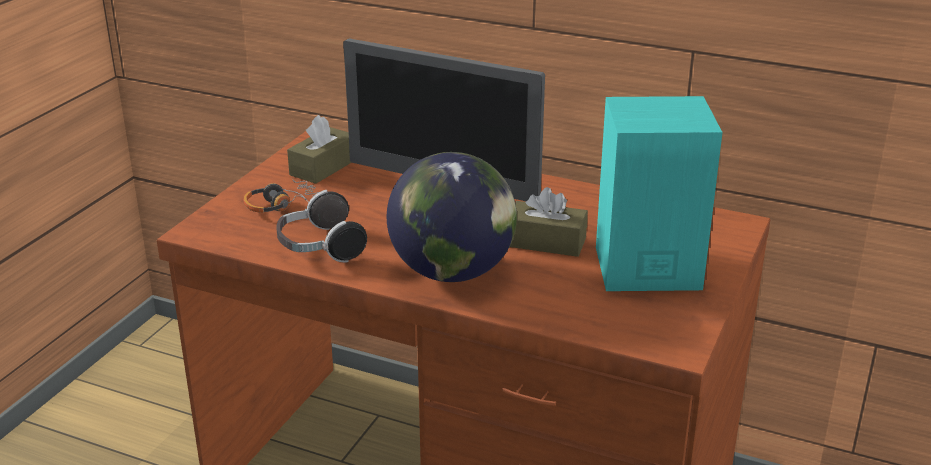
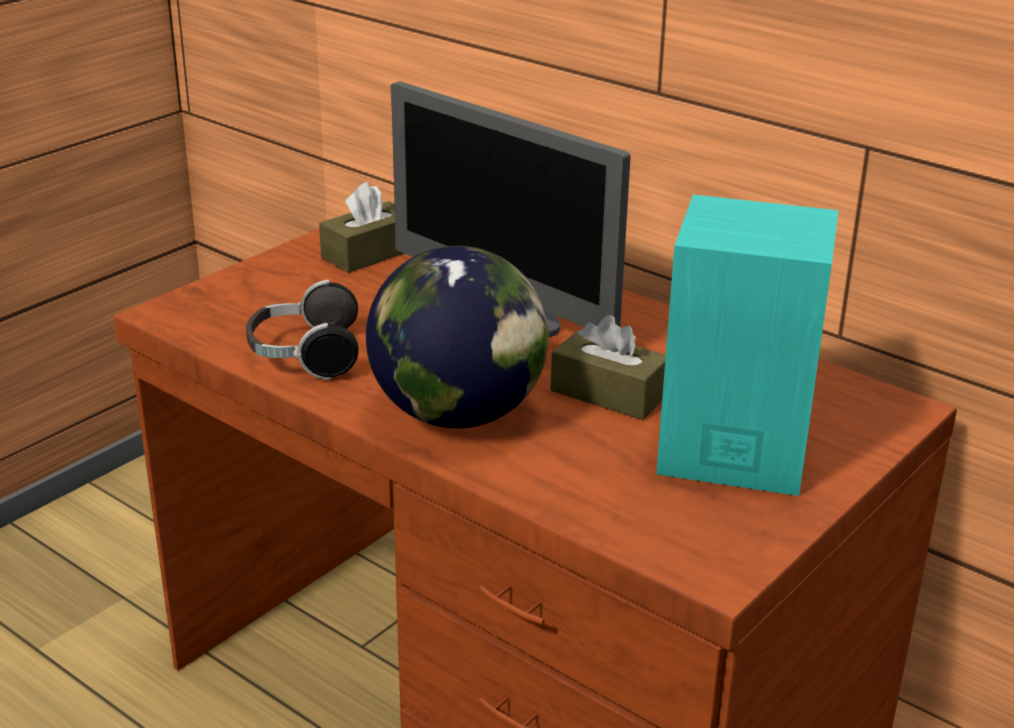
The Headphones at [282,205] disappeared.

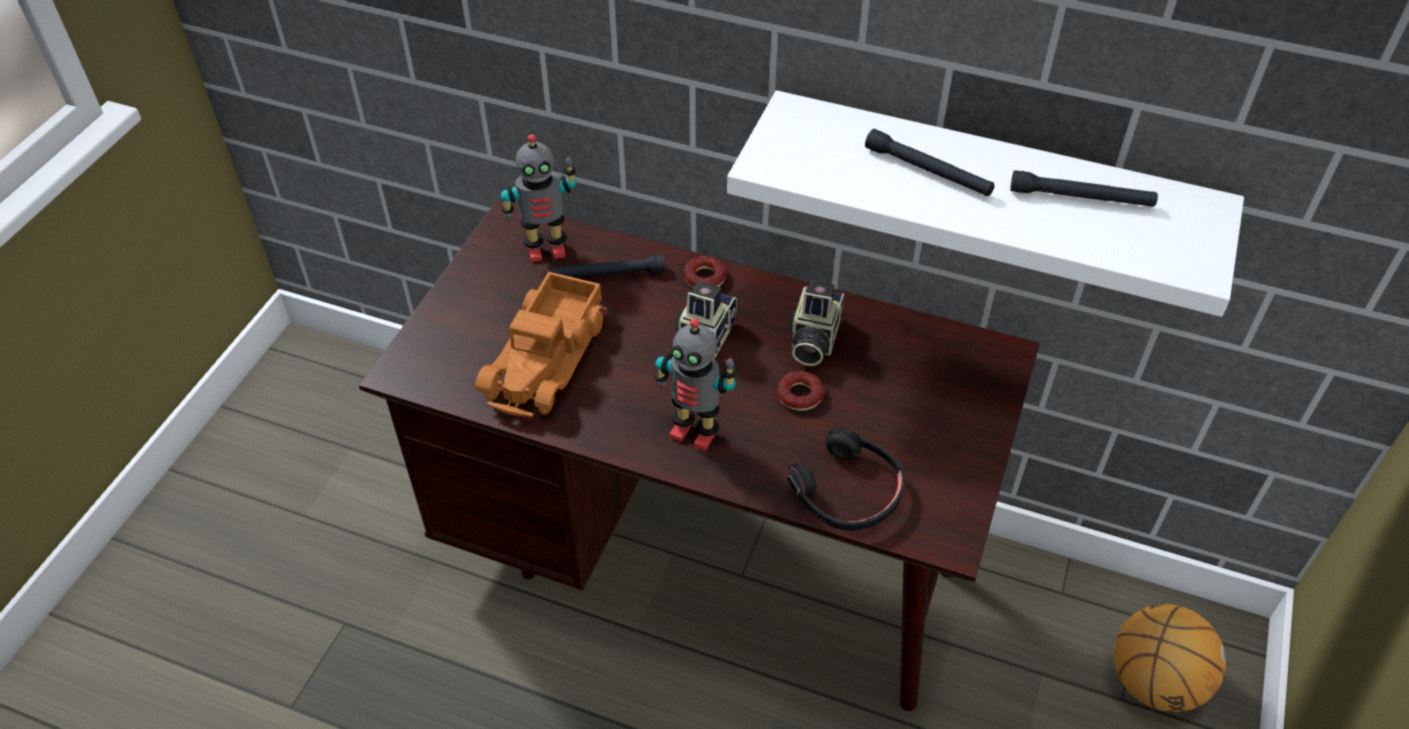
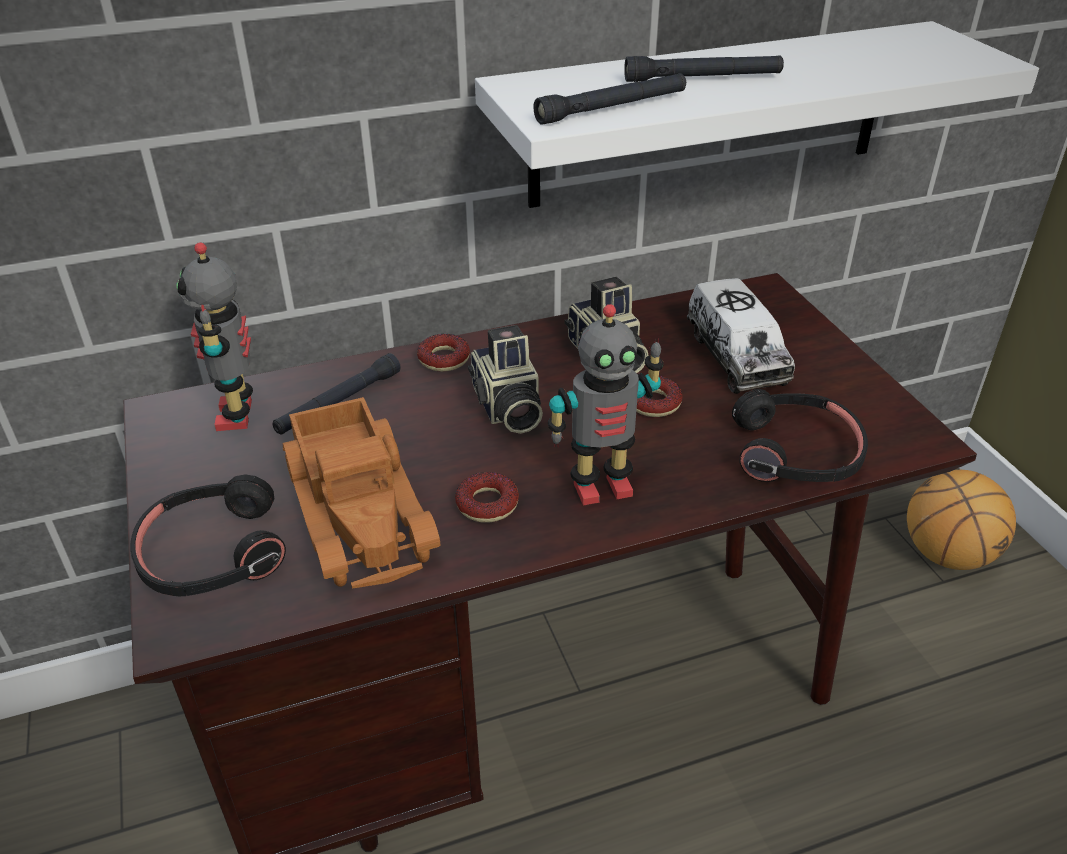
The BlackHeadphones at [212,553] appeared.
The Donut at [487,504] appeared.
The ToyTruck at [736,356] appeared.
The BlackFlashlight moved from [1081,198] to [612,108].
The ToyRobot at [546,249] turned 135 degrees clockwise.

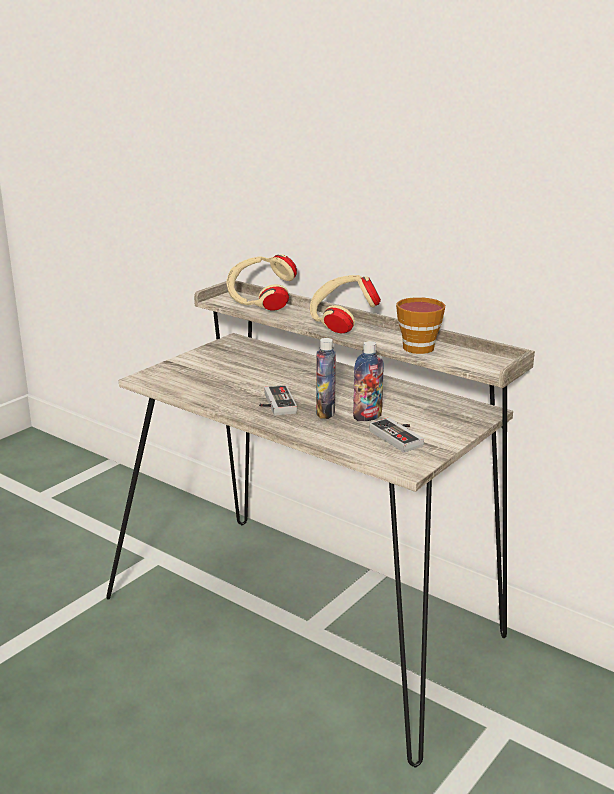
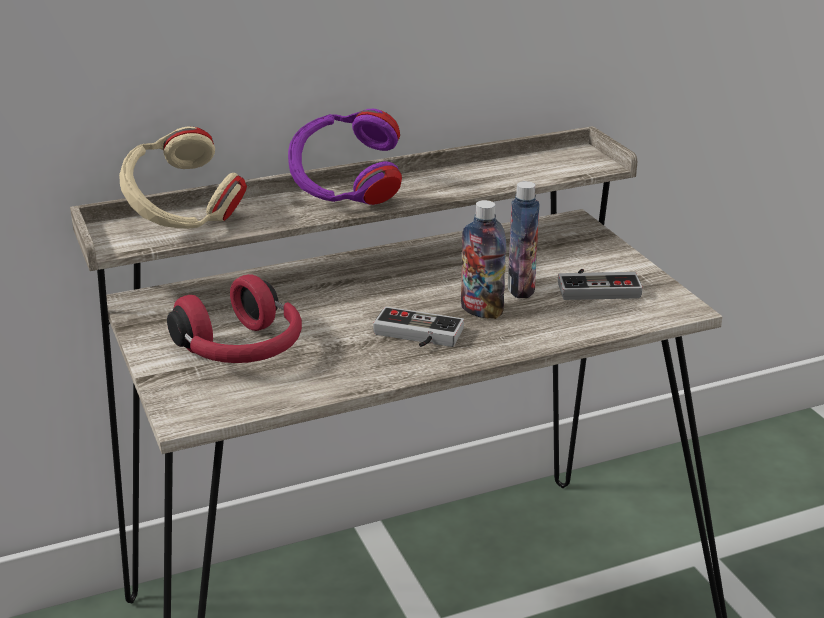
The Cup at [419,346] disappeared.
The RedHeadphones at [242,351] appeared.
The BeigeHeadphones at [341,324] became the PurpleHeadphones at [345,194].

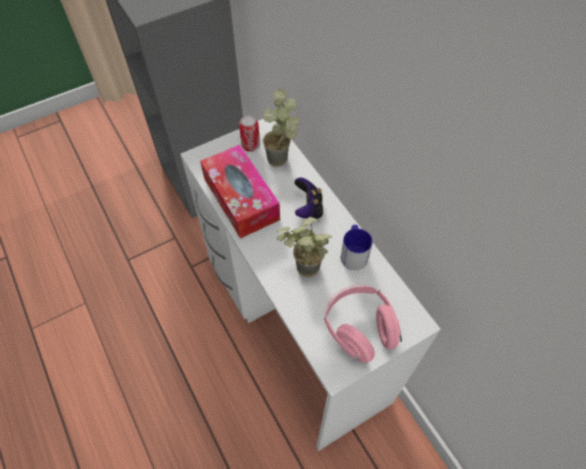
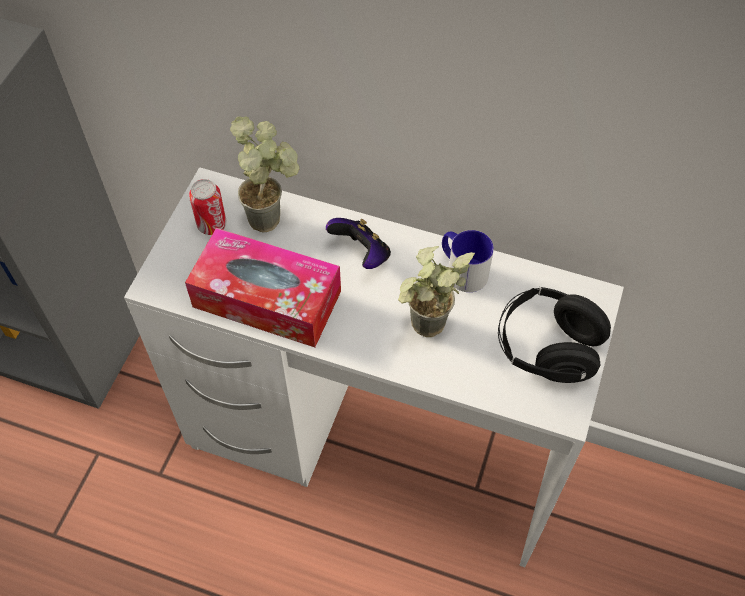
The PinkHeadphones at [360,329] became the BlackHeadphones at [547,348].

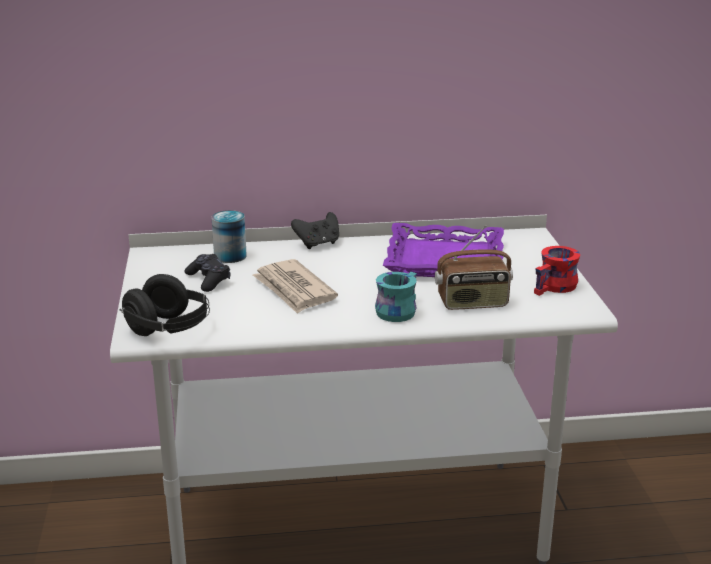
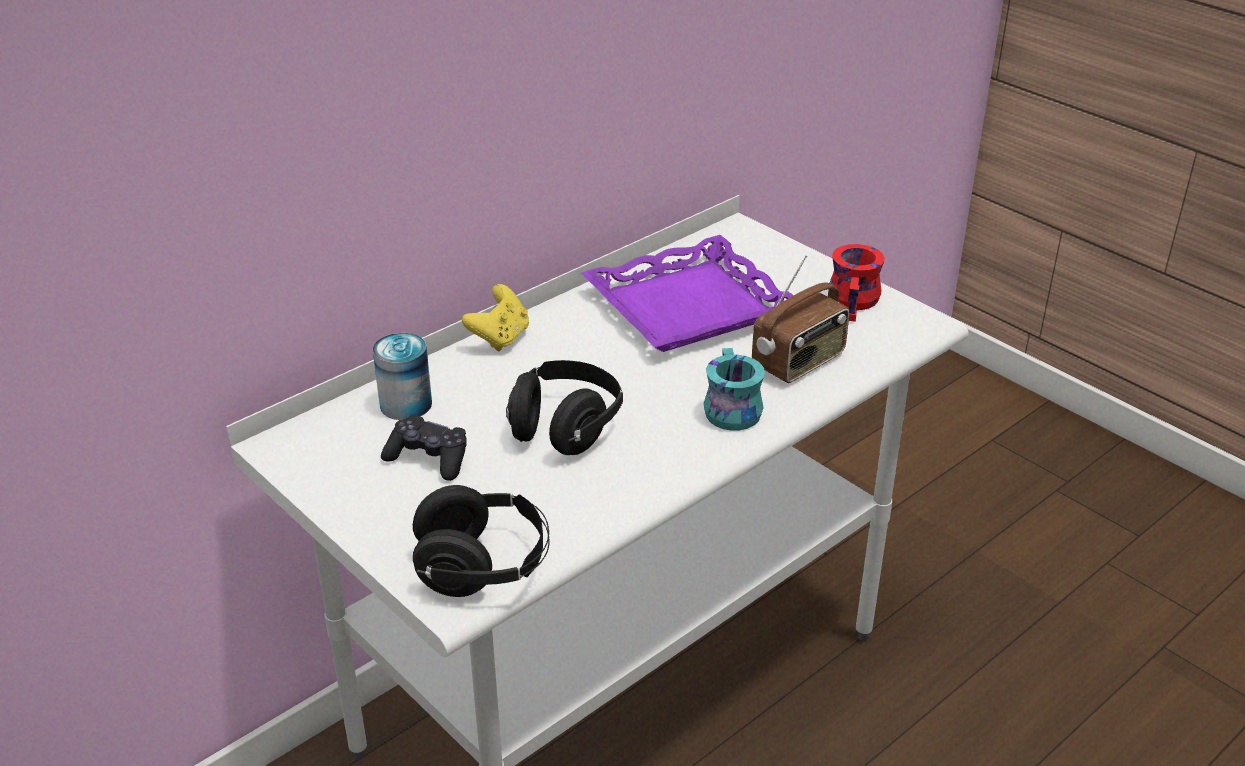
The Newspaper at [294,290] was replaced by the BlackHeadphones at [565,428].
The BlackGameController at [318,244] became the YellowGameController at [500,338].

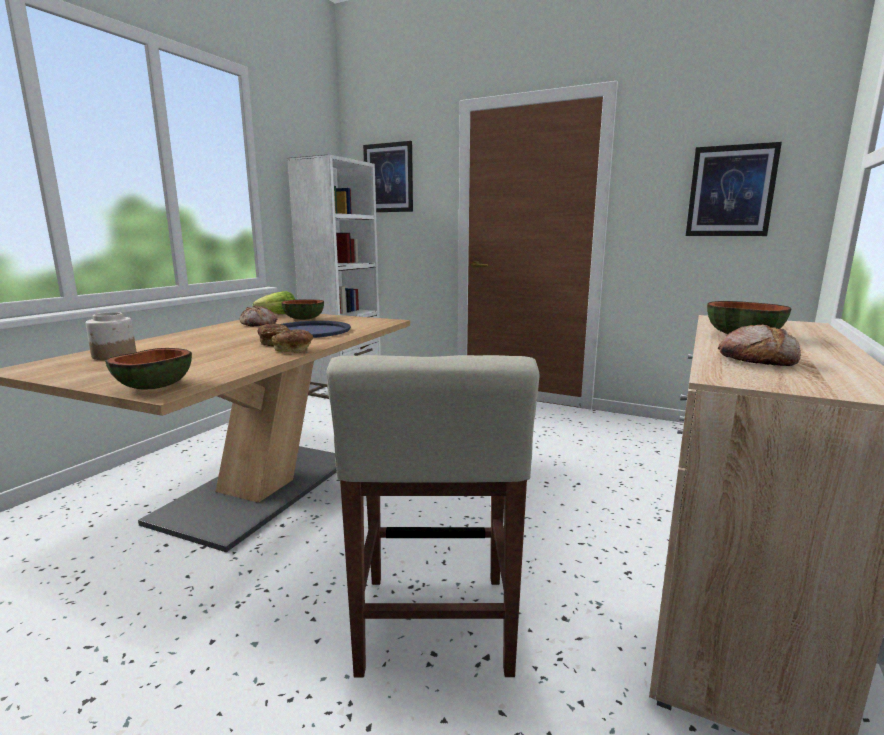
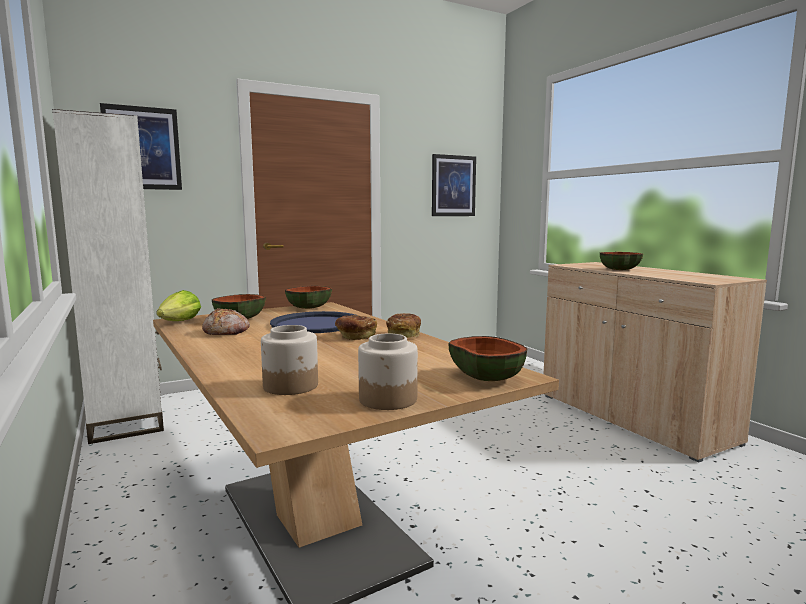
The BeigeStool at [434,625] disappeared.
The Bread at [756,360] disappeared.
The Bowl at [309,308] appeared.
The Jar at [388,399] appeared.

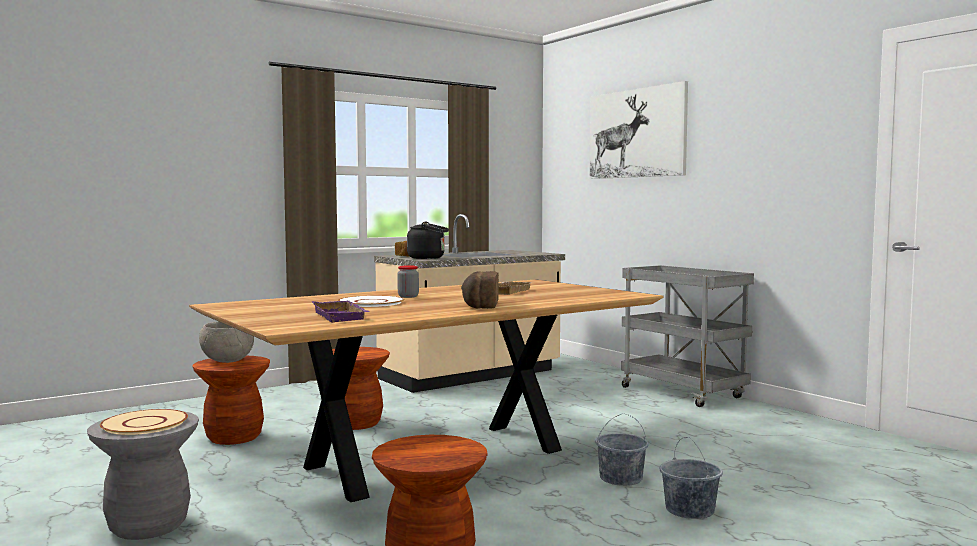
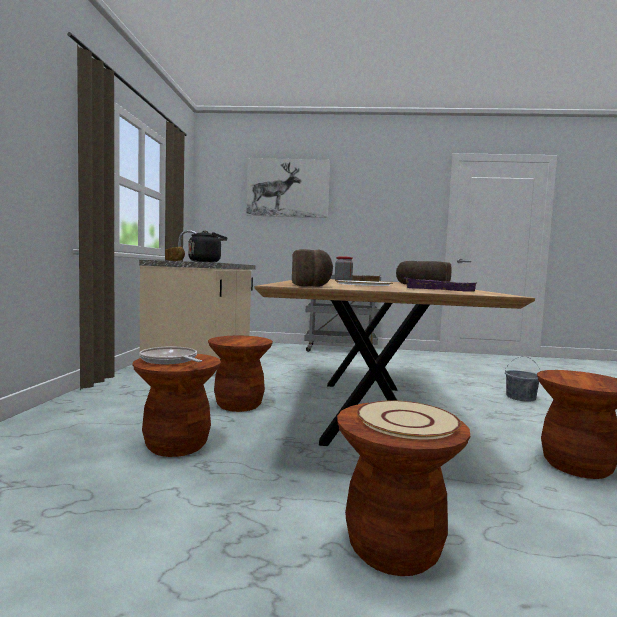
The GreyBucket at [621,478] disappeared.
The Bread at [312,286] appeared.
The GreyBowl at [227,361] was replaced by the FryingPan at [170,360].
The GreyStool at [148,526] became the BrownStool at [393,548].

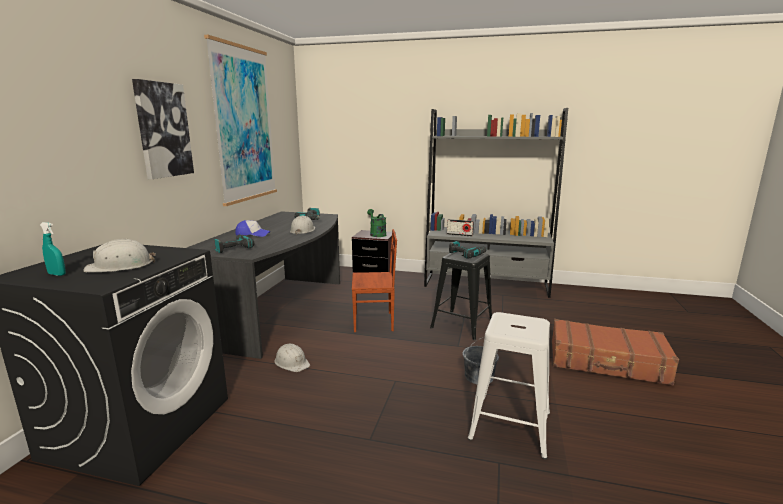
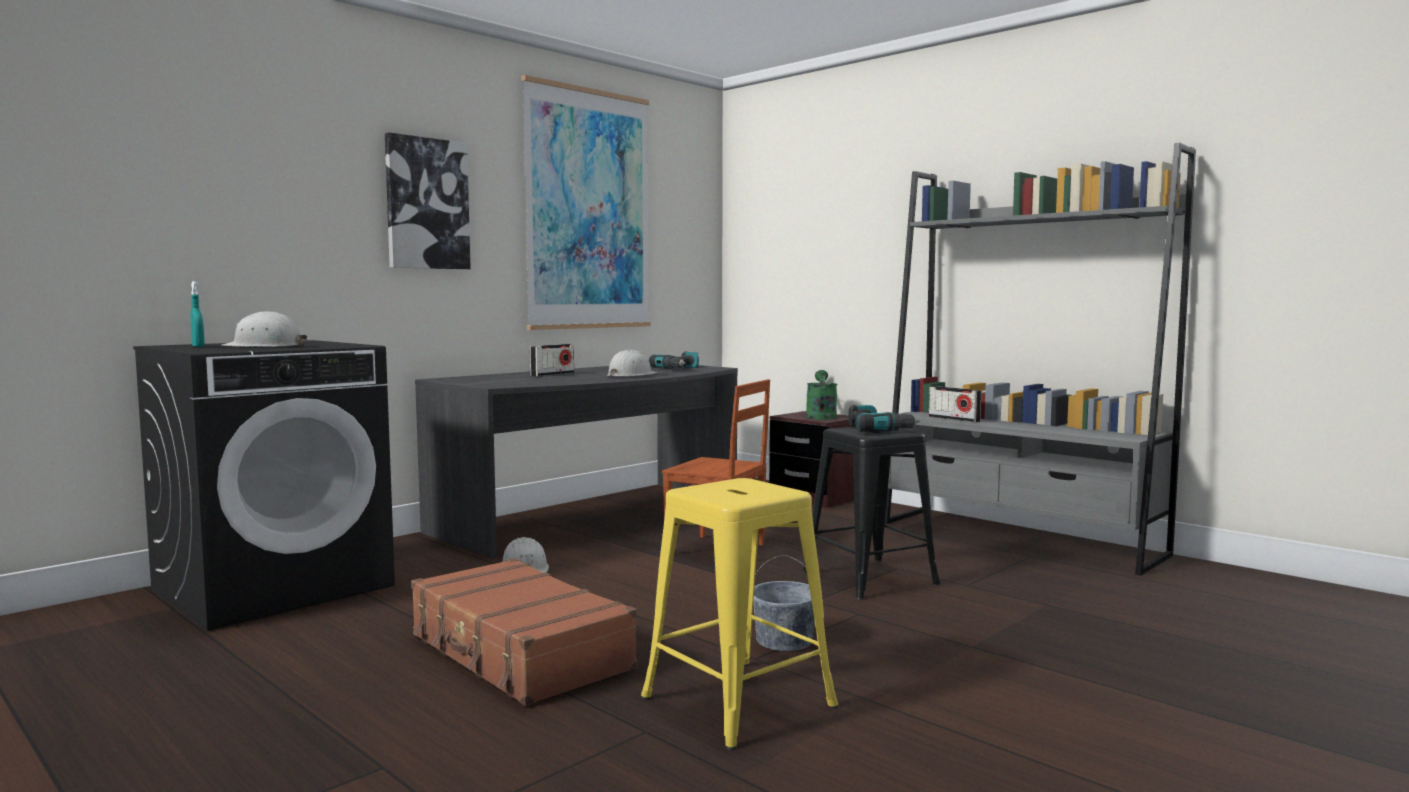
The PowerDrill at [233,248] disappeared.
The BrownSuitcase moved from [607,362] to [518,653].
The Cap at [252,234] was replaced by the Radio at [552,374].
The WhiteStool at [510,425] became the YellowStool at [738,701].

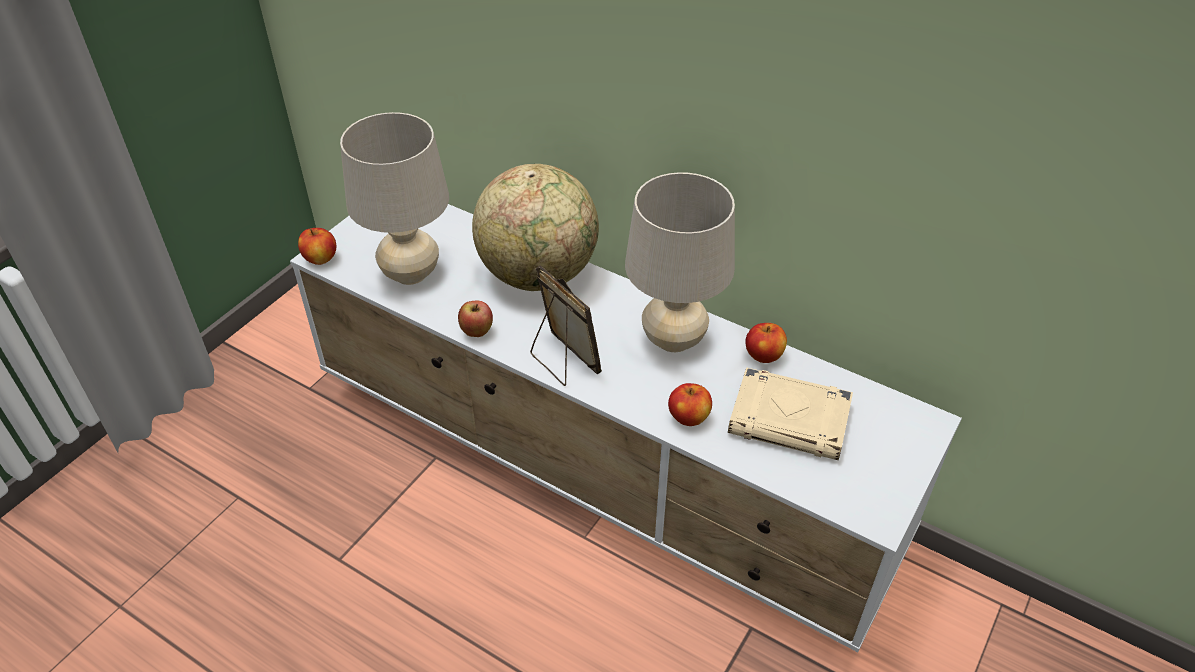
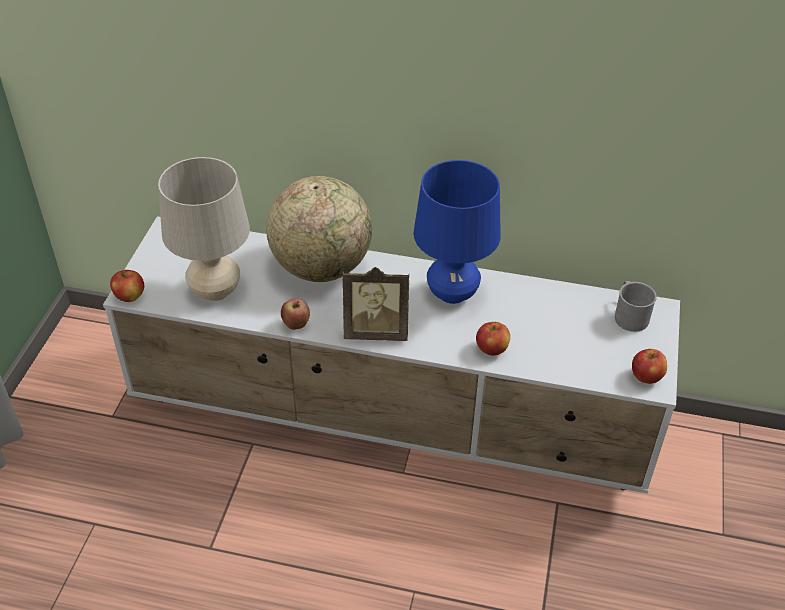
The BeigeBook at [790,420] disappeared.
The GreyMug at [629,315] appeared.
The Apple moved from [763,356] to [646,377].
The BeigeTableLamp at [674,340] became the BlueTableLamp at [452,293].
The PictureFrame at [562,361] turned 150 degrees clockwise.

